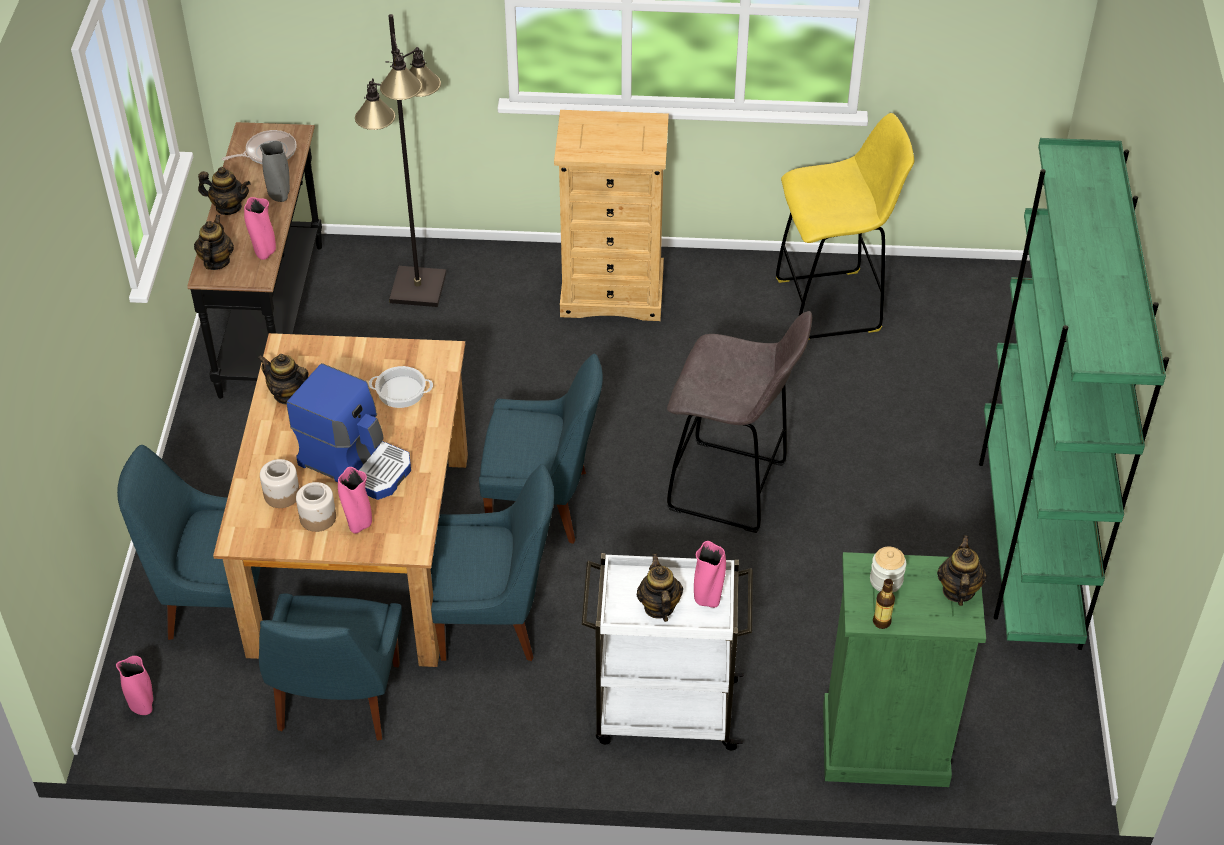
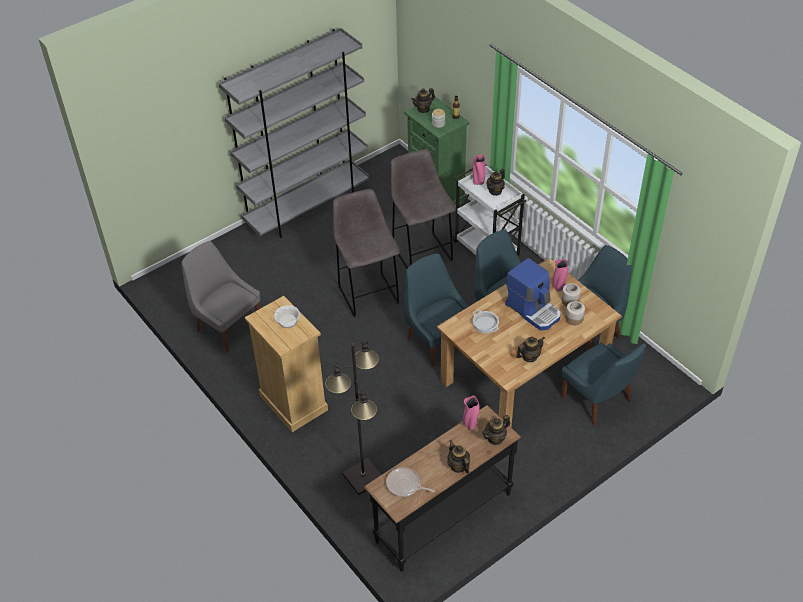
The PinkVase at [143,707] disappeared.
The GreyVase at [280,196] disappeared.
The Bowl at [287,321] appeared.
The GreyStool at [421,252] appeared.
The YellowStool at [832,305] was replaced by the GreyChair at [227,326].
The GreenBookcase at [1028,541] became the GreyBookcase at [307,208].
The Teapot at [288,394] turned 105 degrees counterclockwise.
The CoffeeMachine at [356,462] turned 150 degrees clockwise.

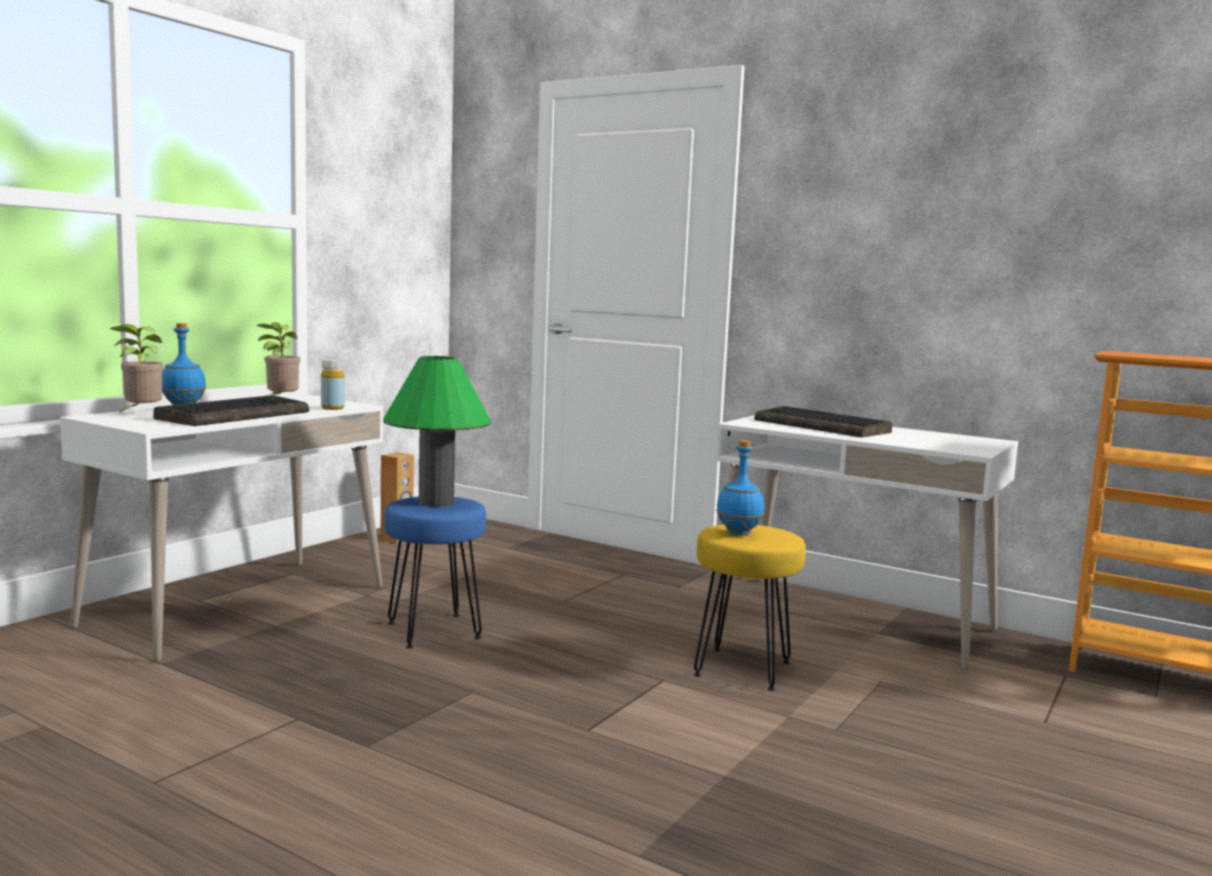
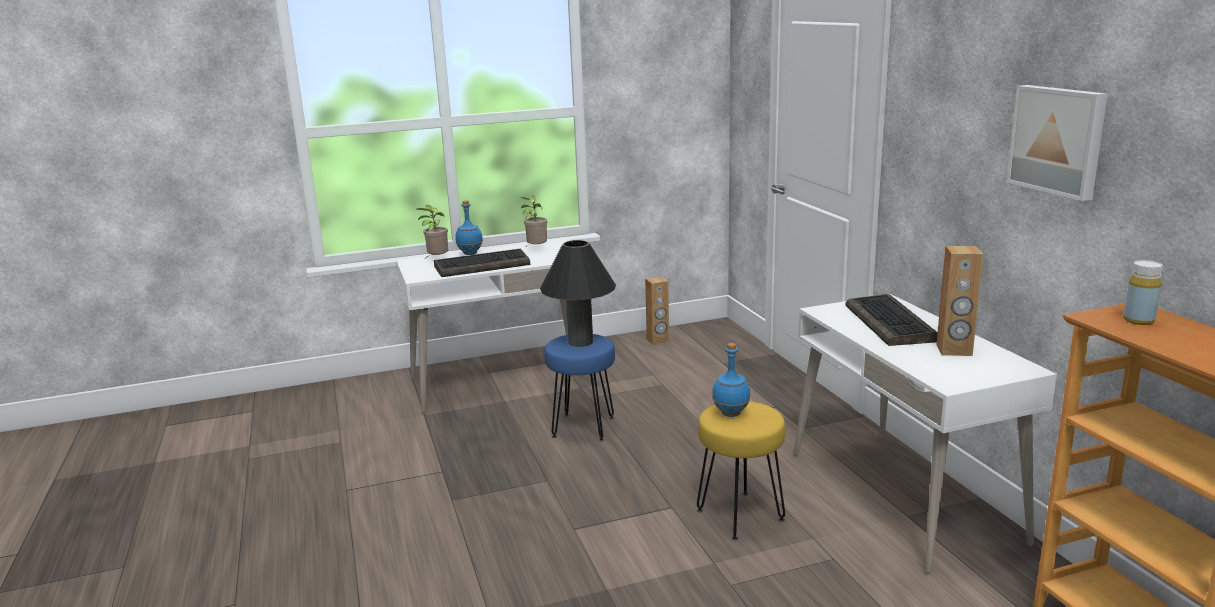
The BrownSpeaker at [954,350] appeared.
The Picture at [1058,140] appeared.
The YellowBottle moved from [332,408] to [1138,320].
The GreenTableLamp at [436,502] became the BlackTableLamp at [580,342].

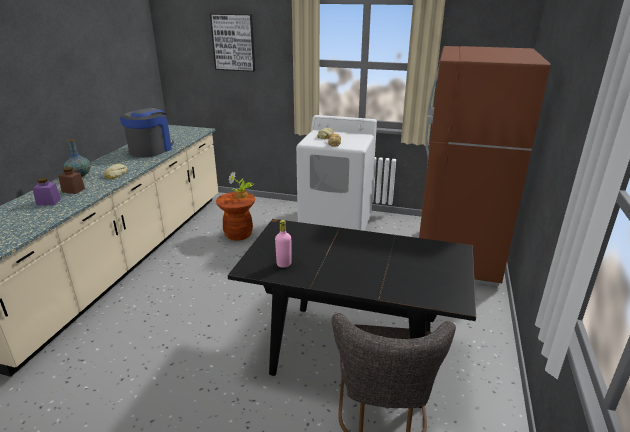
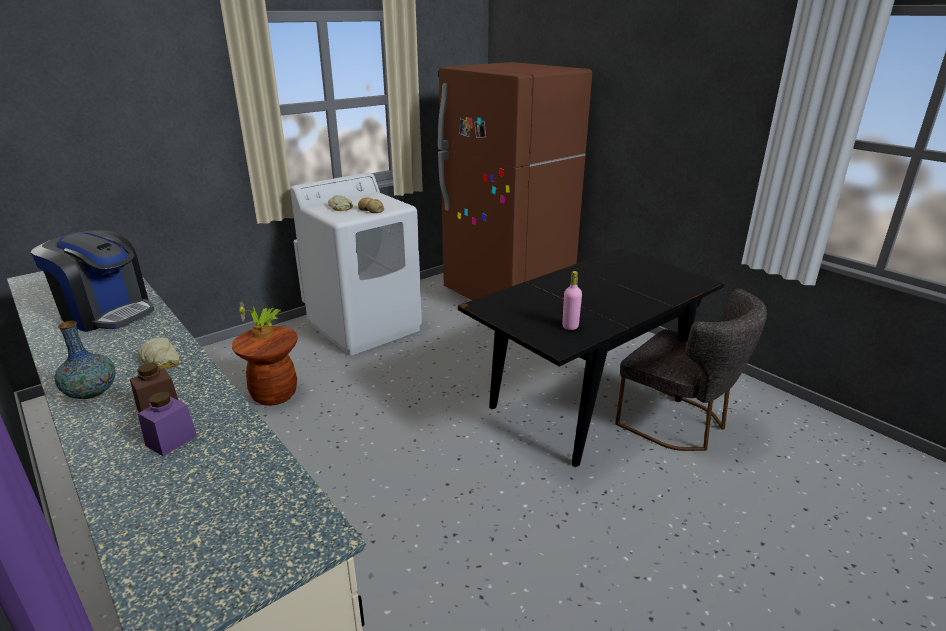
The Picture at [233,42] disappeared.
The CoffeeMachine at [151,150] turned 150 degrees clockwise.

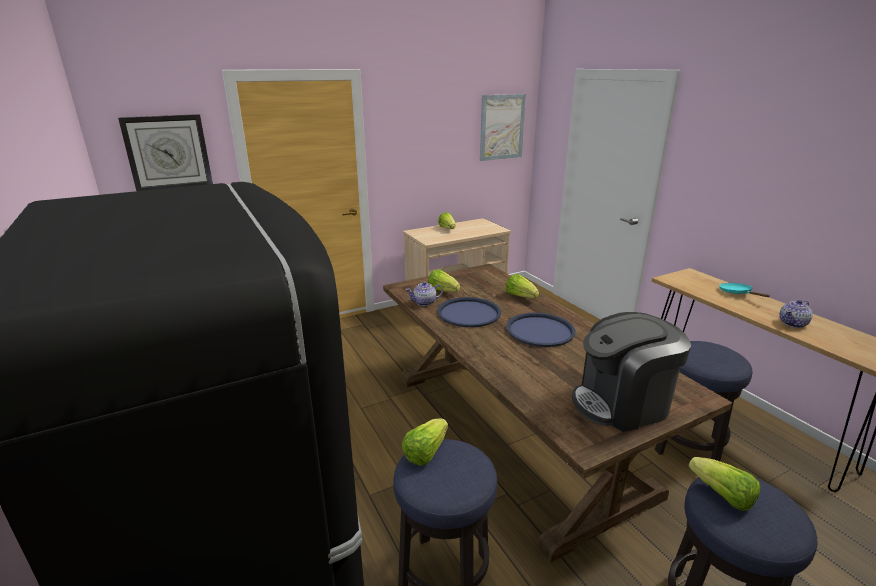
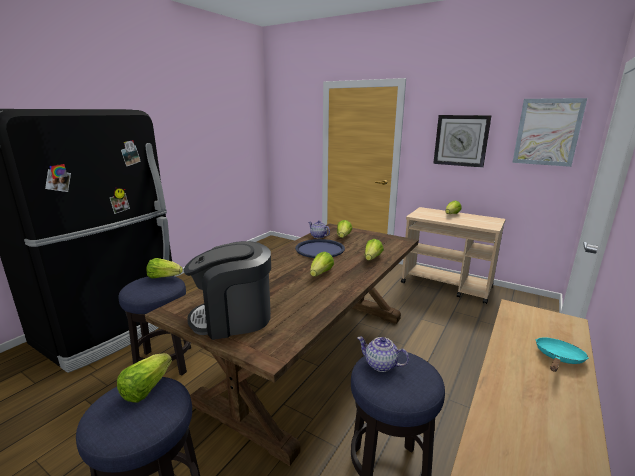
The WallClock moved from [168,153] to [461,140].
The Teapot moved from [793,323] to [381,365].
The BlueTray at [540,330] was replaced by the Lettuce at [321,274].
The CoffeeMachine at [622,403] turned 60 degrees counterclockwise.

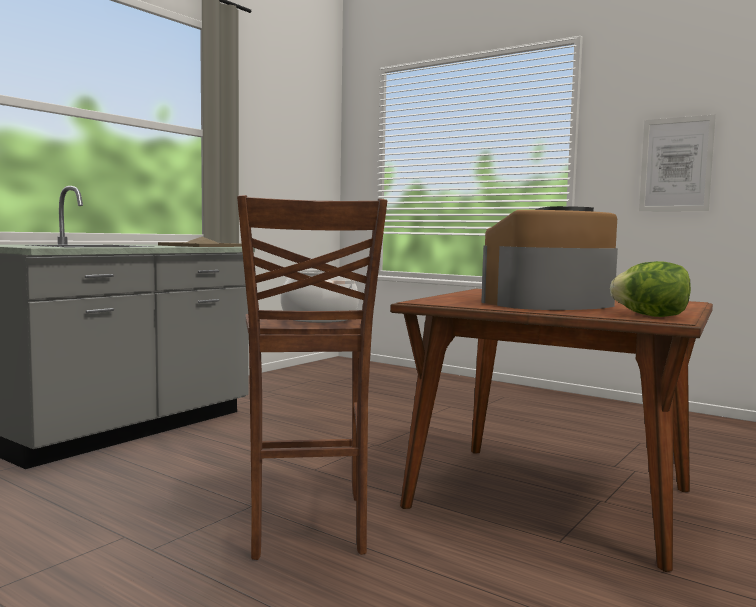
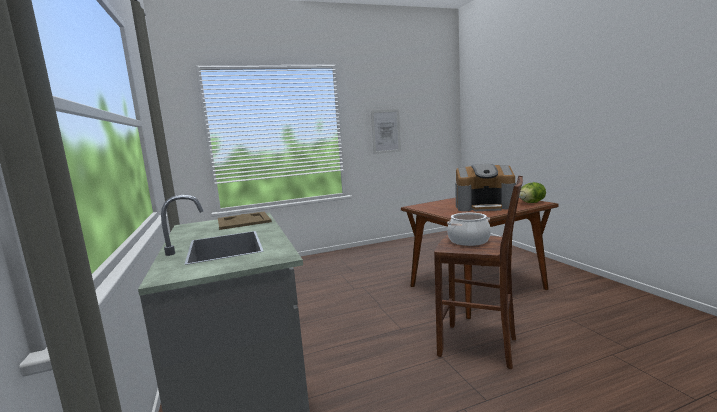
The CoffeeMachine at [549,304] turned 90 degrees counterclockwise.

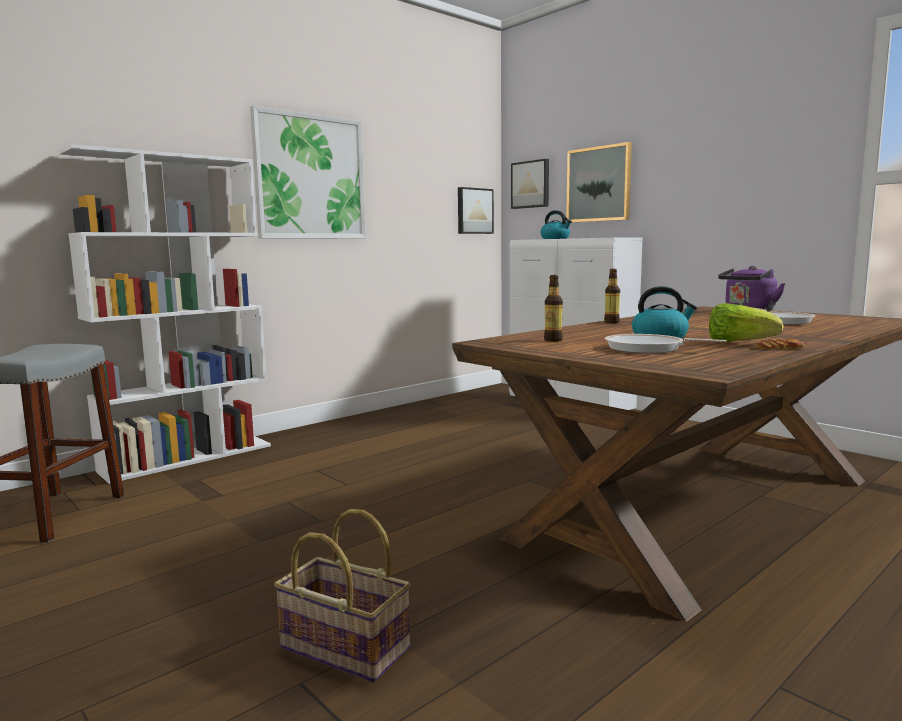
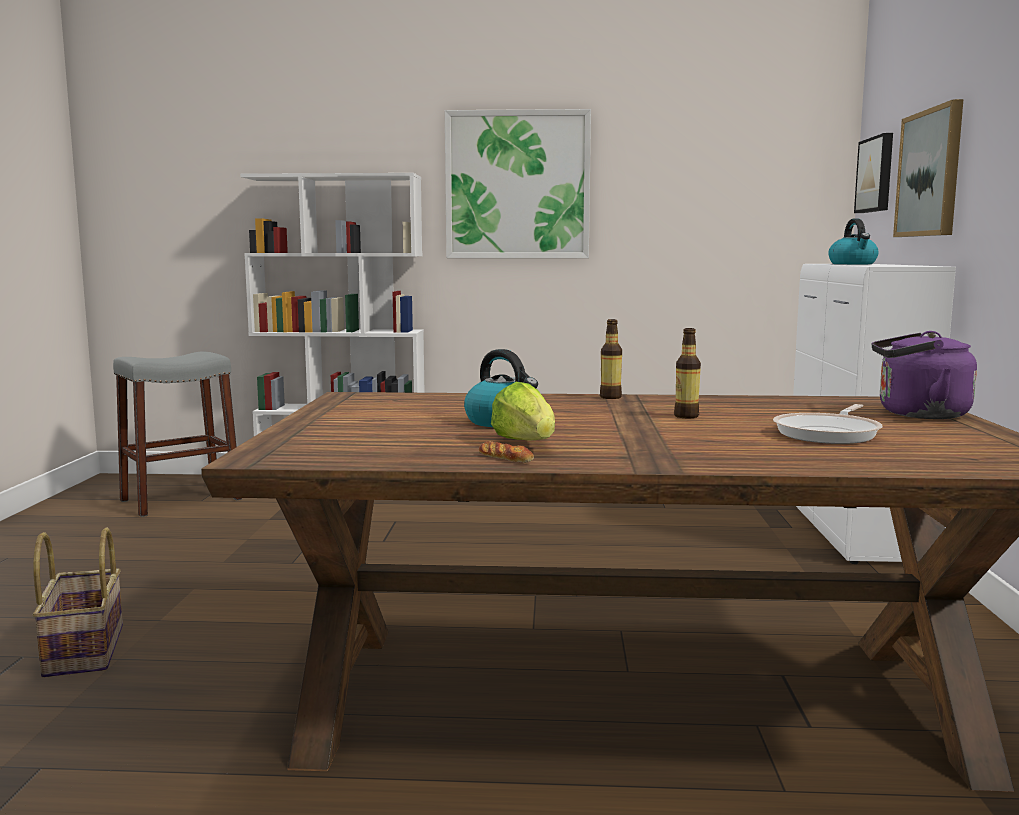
The Picture at [474,211] disappeared.
The FryingPan at [648,349] disappeared.
The Bottle moved from [553,340] to [686,416].

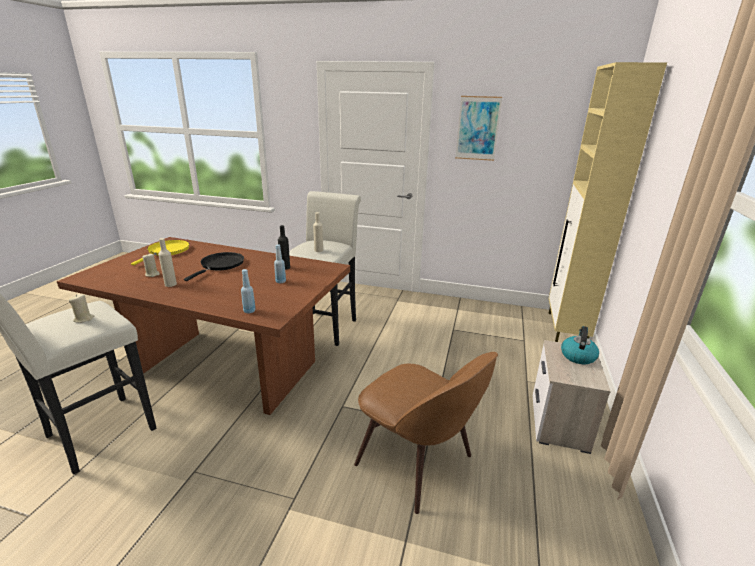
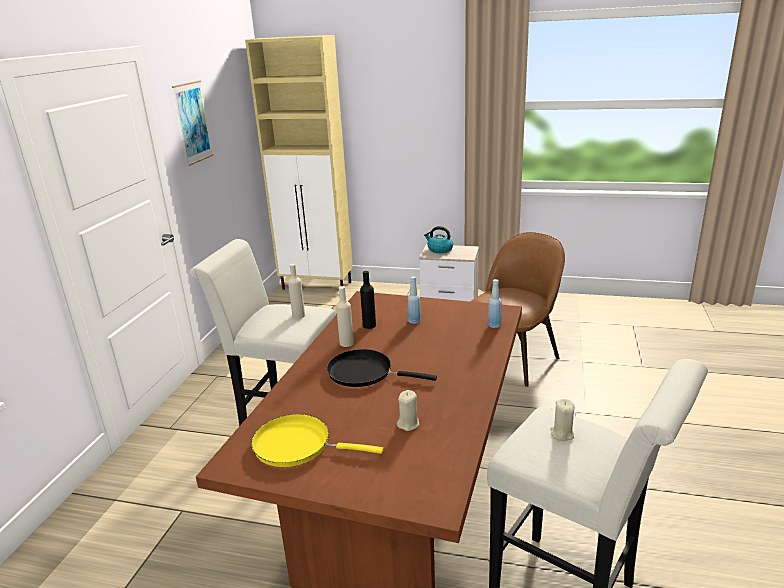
The BeigeBottle moved from [170,284] to [346,343].

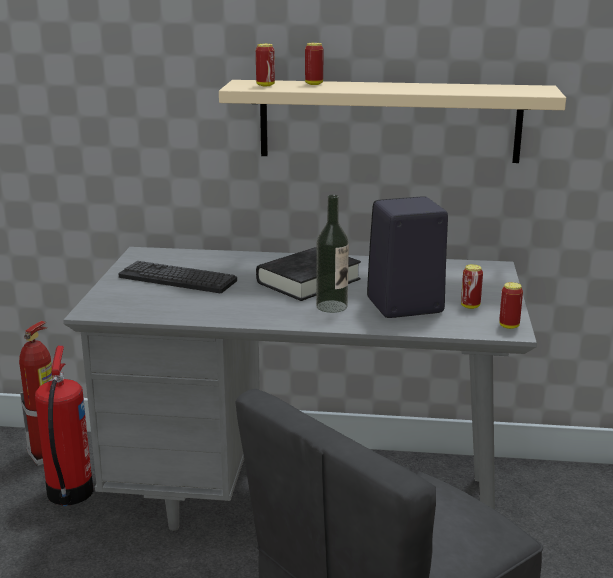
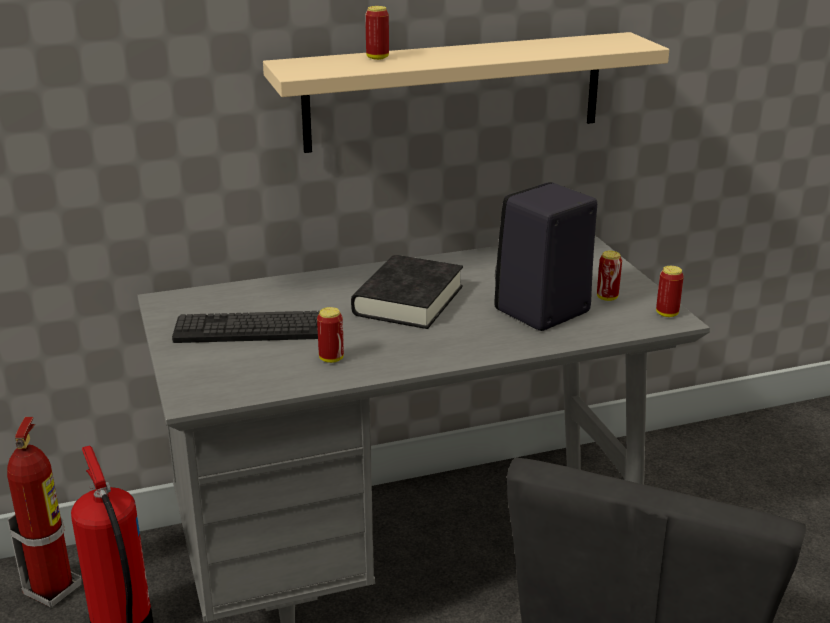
The Bottle at [331,306] disappeared.
The Can moved from [265,85] to [331,358].

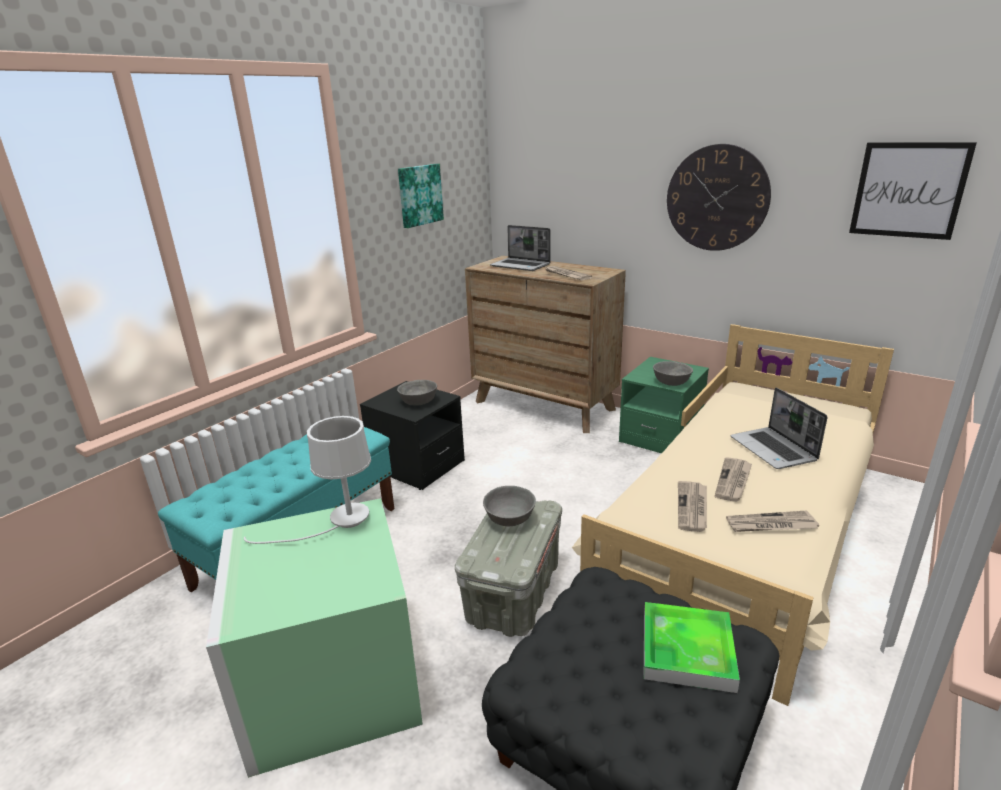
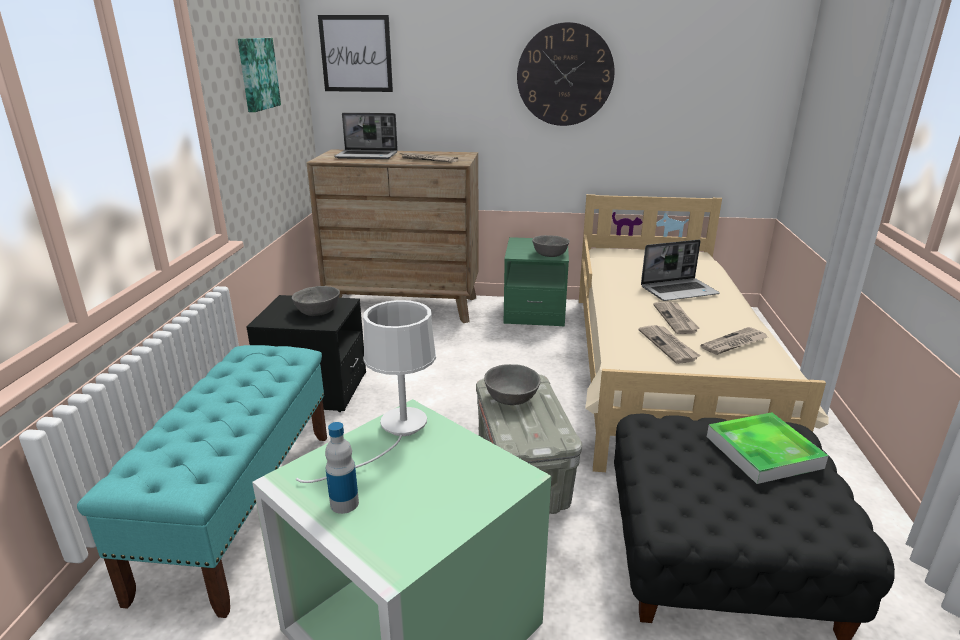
The Bottle at [344,503] appeared.
The Picture moved from [908,190] to [356,54].
The Laptop at [774,450] turned 60 degrees counterclockwise.

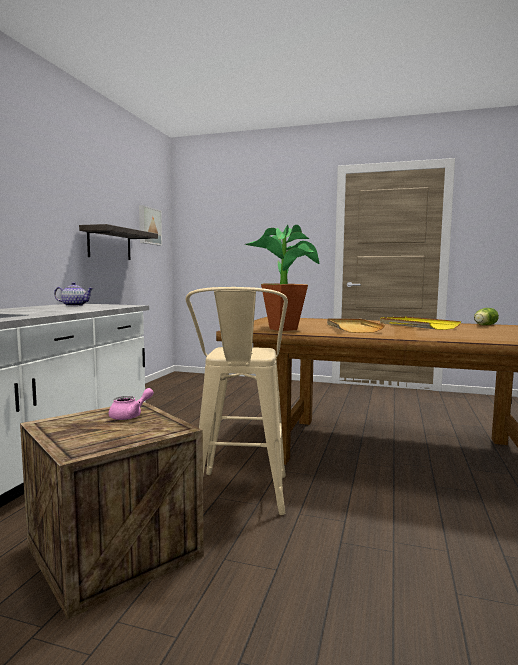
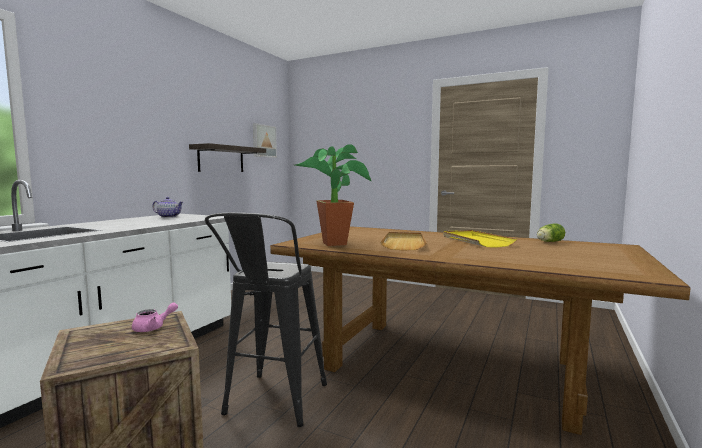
The BeigeStool at [240,498] became the BlackStool at [271,405].

